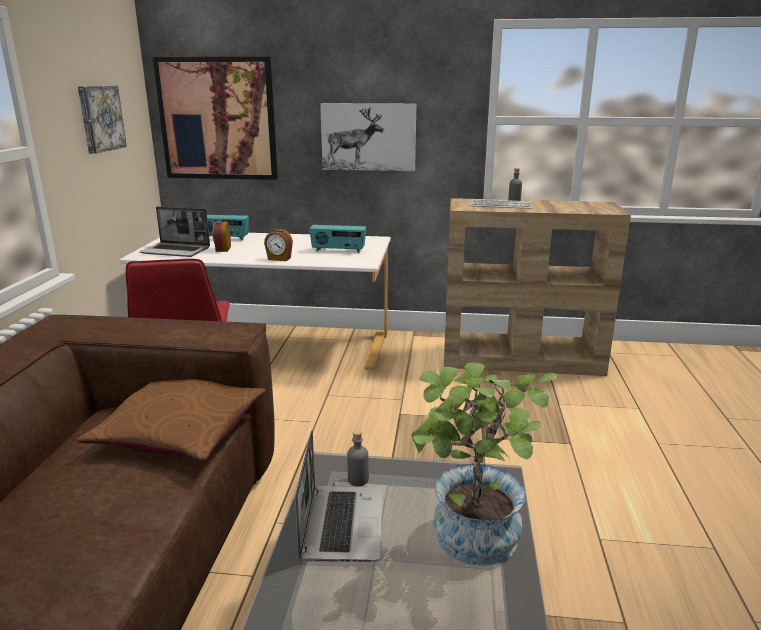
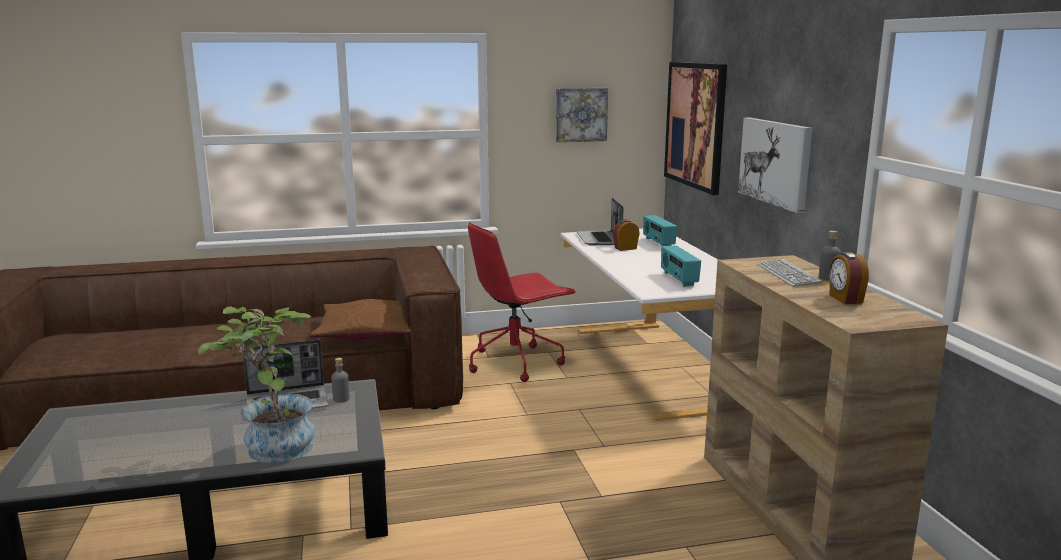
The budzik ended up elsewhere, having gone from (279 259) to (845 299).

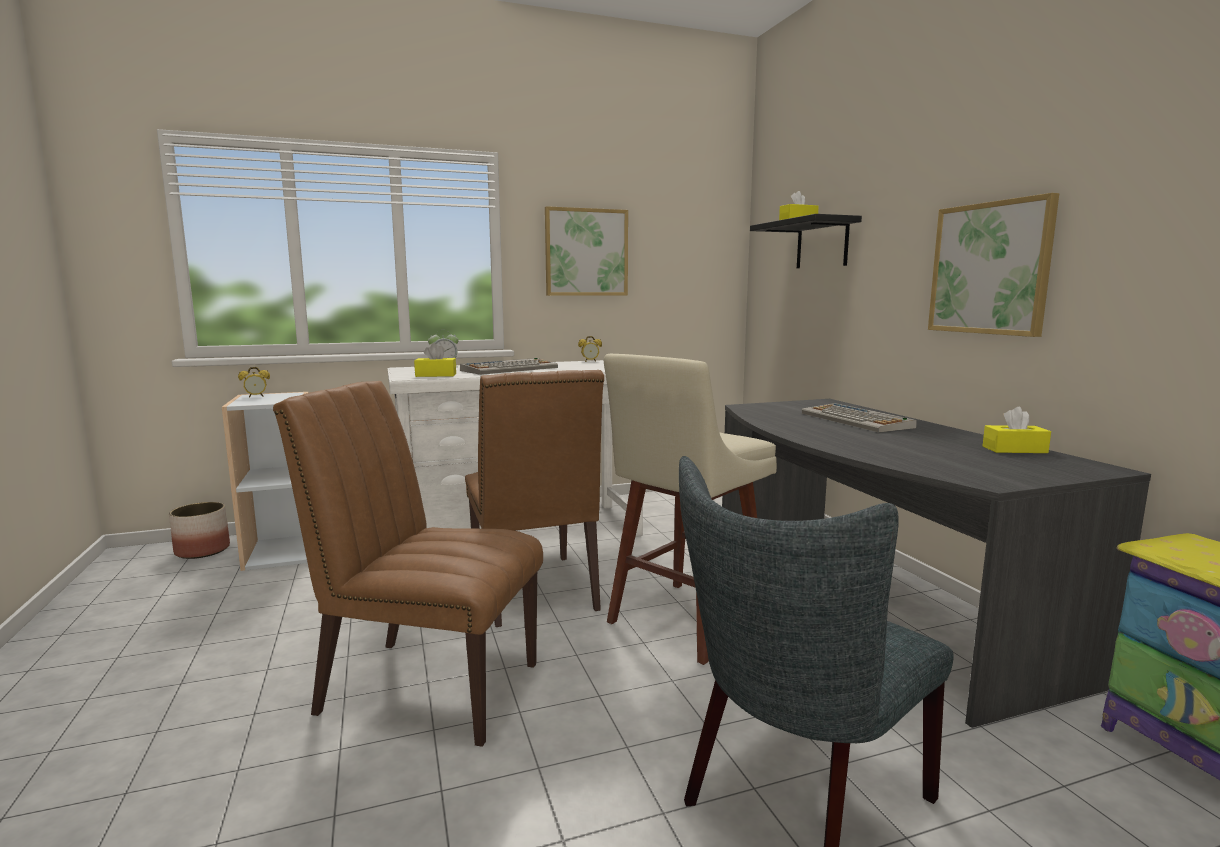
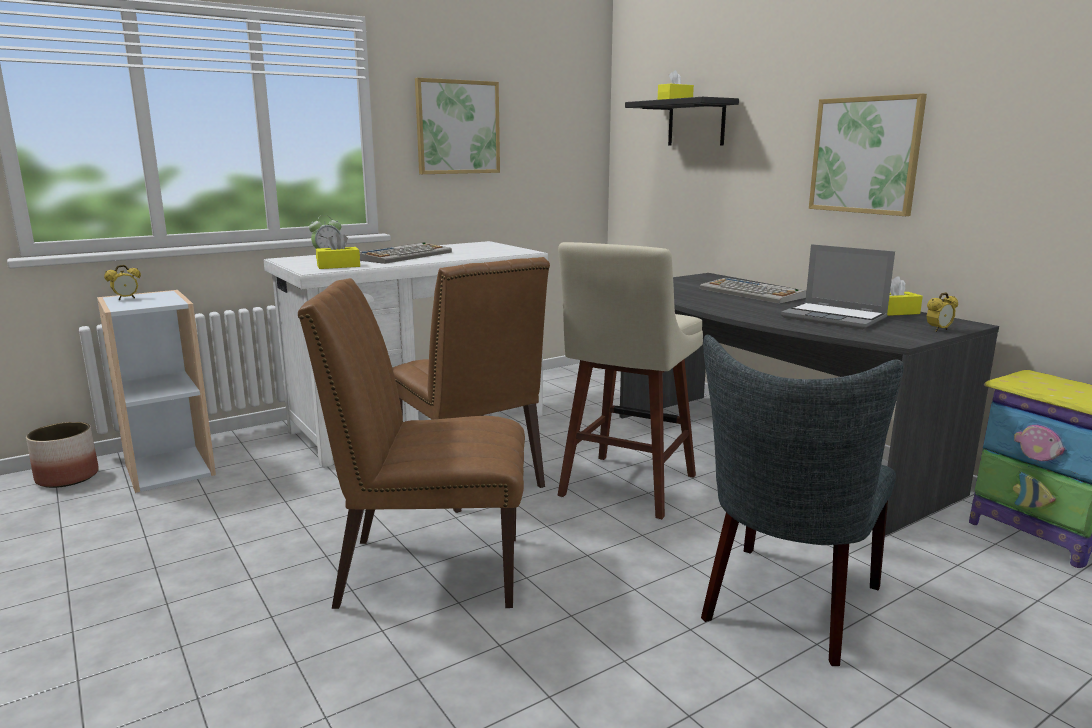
The budzik ended up elsewhere, having gone from (590 361) to (938 330). The second view gained the laptop at (835 318).

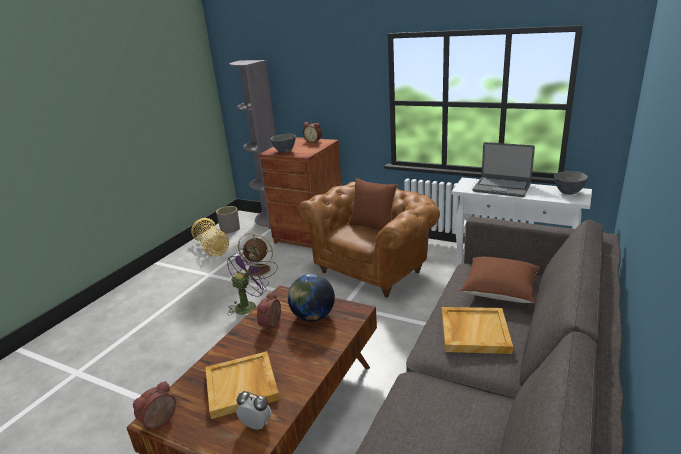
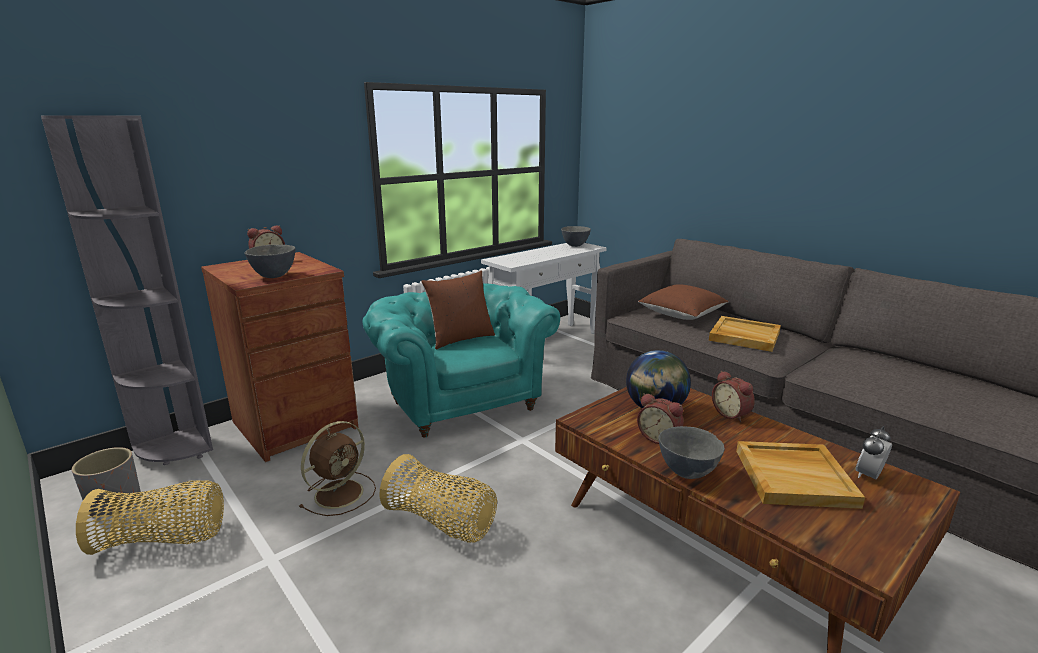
The second view lost the laptop at (502 187). What was the fotel (brązowy) at (375 268) turned into the fotel (turkusowy) at (460 401). Where the wentylator (fioletowy) stood at (248 305), the koszyk came to stand at (442 523). The budzik ended up elsewhere, having gone from (160 422) to (732 414). The second view gained the miska (szary) at (687 472).

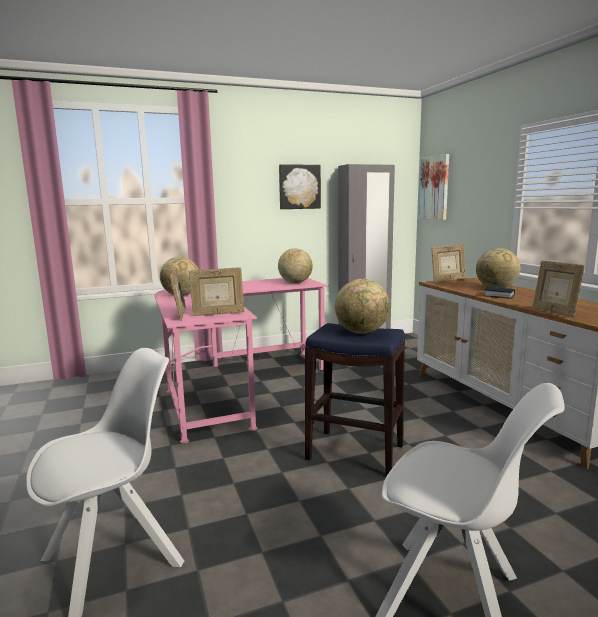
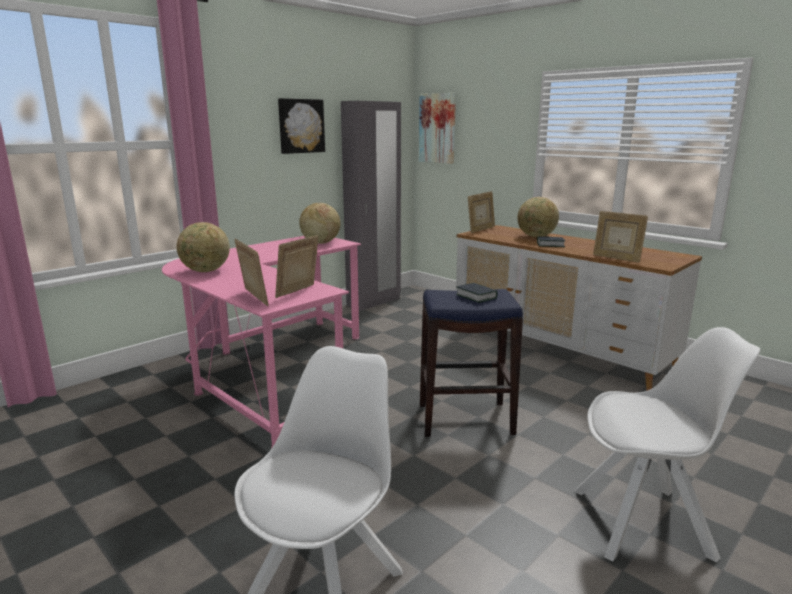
The ramka na zdjęcie at (218 314) ended up facing another way, 150 degrees clockwise from before. Where the globus stood at (362 332), the książka came to stand at (476 296).

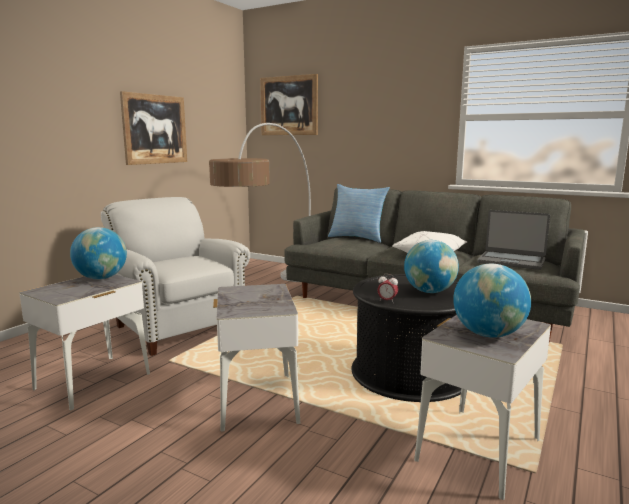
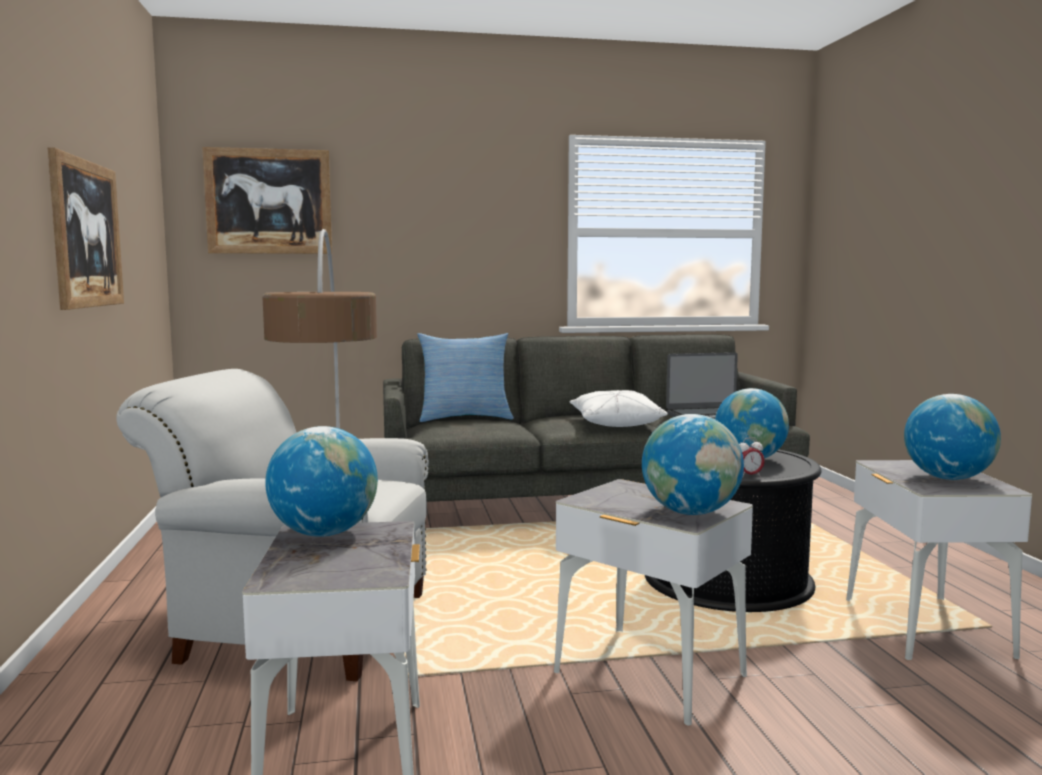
The second view gained the globus at (690 513).

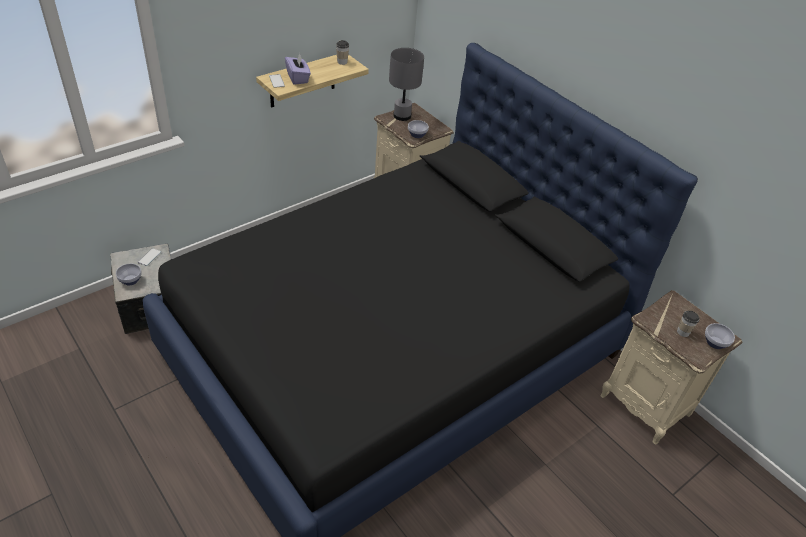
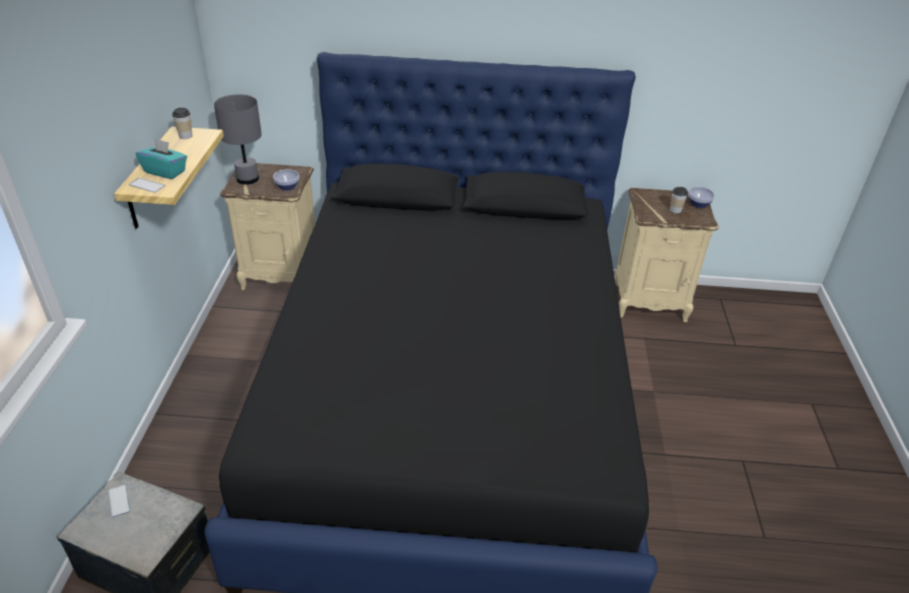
What was the pudełko chusteczek (fioletowy) at (298 78) turned into the pudełko chusteczek (turkusowy) at (165 171). The second view lost the miska at (131 280).

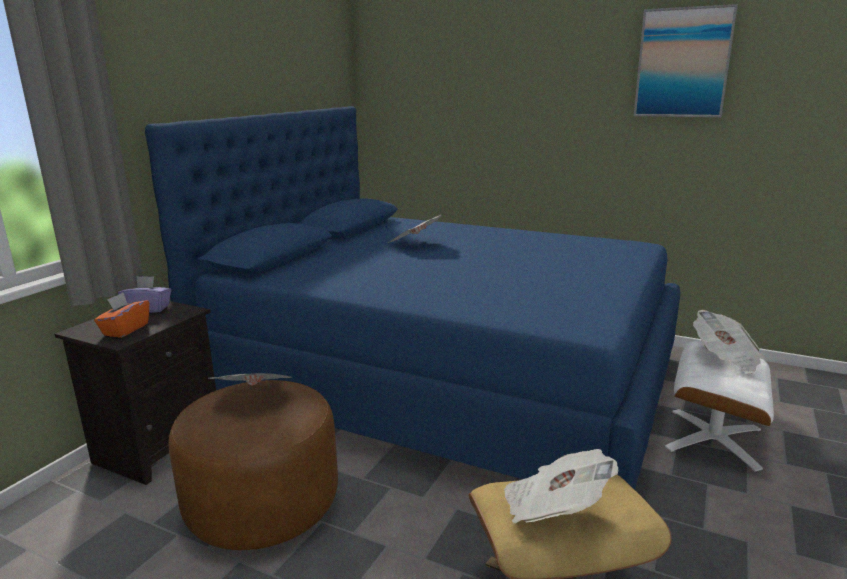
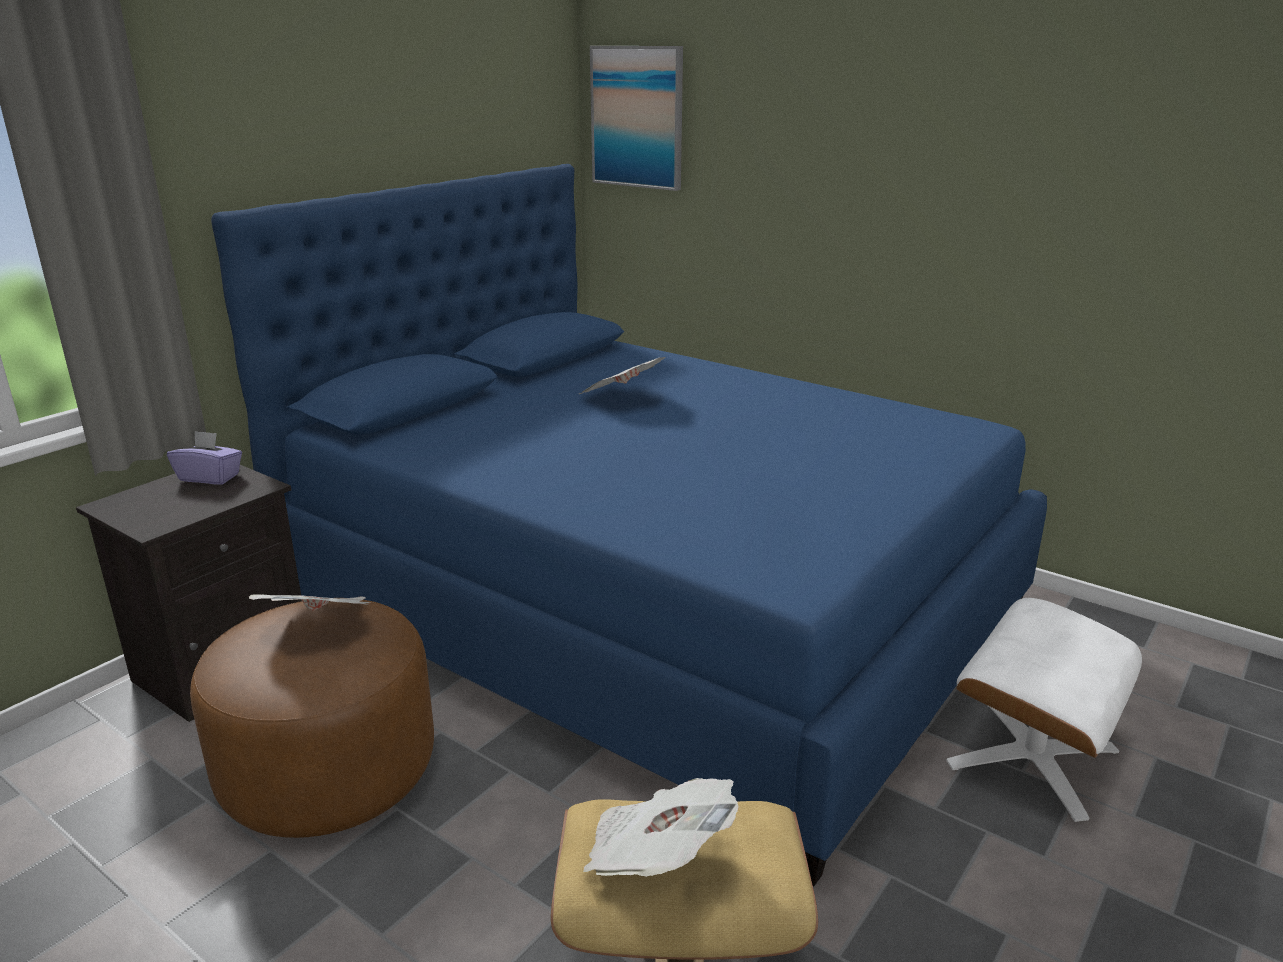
The obraz ended up elsewhere, having gone from (683 63) to (637 117). The second view lost the pudełko chusteczek (pomarańczowy) at (125 330). The second view lost the gazeta at (726 358).

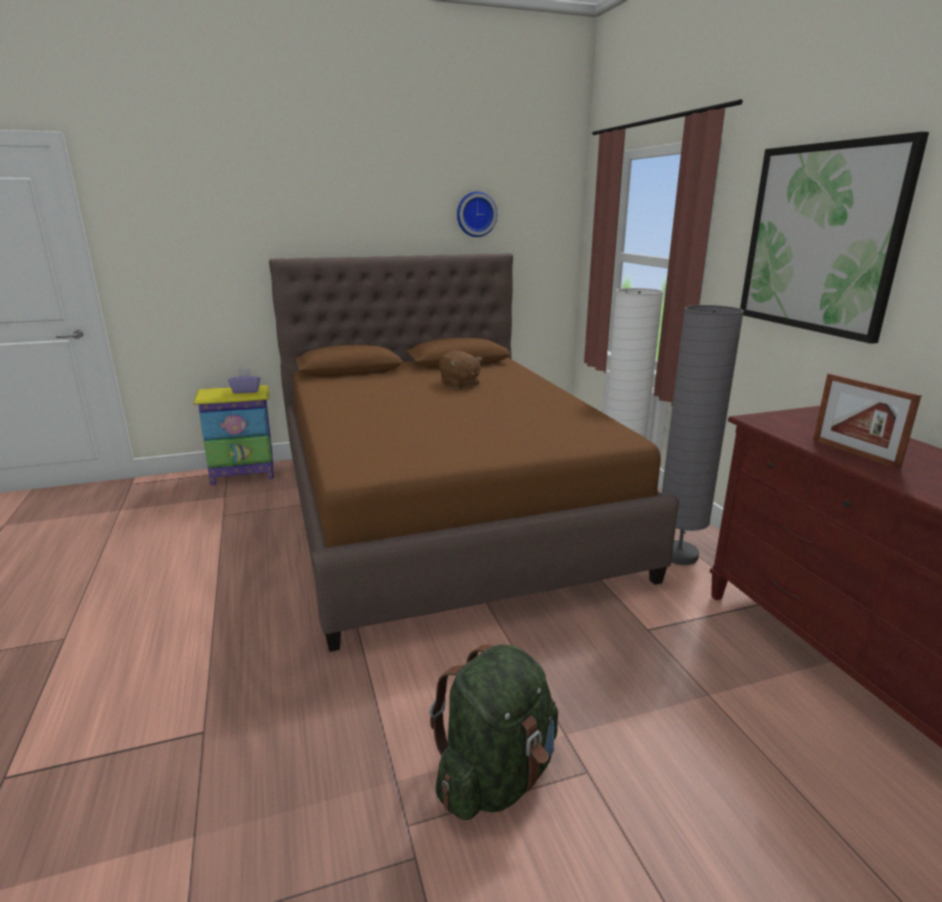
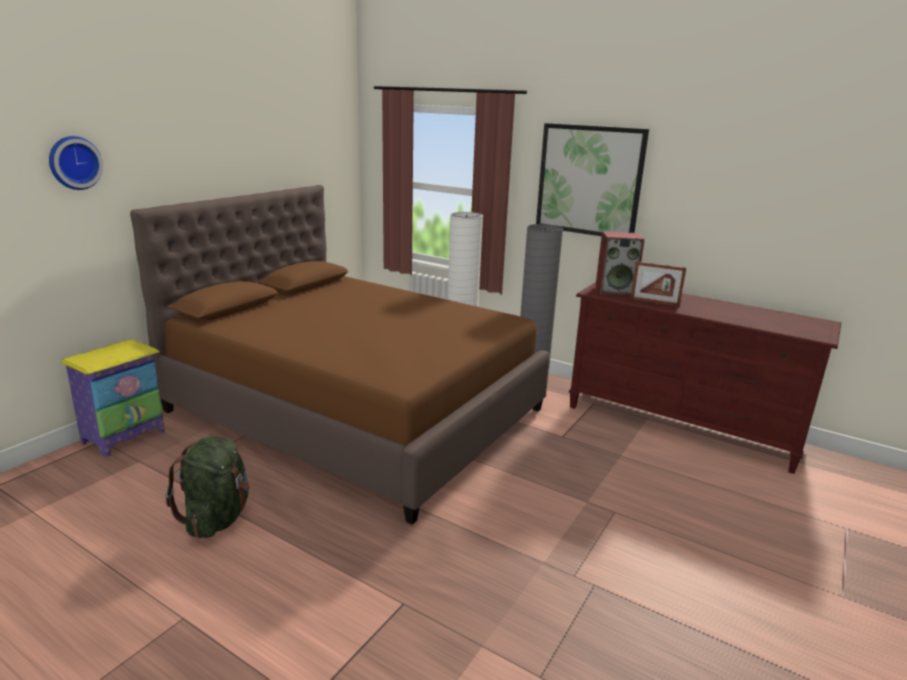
The zegar ścienny ended up elsewhere, having gone from (475 214) to (74 162). The second view lost the pluszak (brązowy) at (459 384). The second view lost the pudełko chusteczek (fioletowy) at (246 391). The plecak (zielony) ended up elsewhere, having gone from (496 776) to (217 518). The second view gained the głośnik at (615 290).

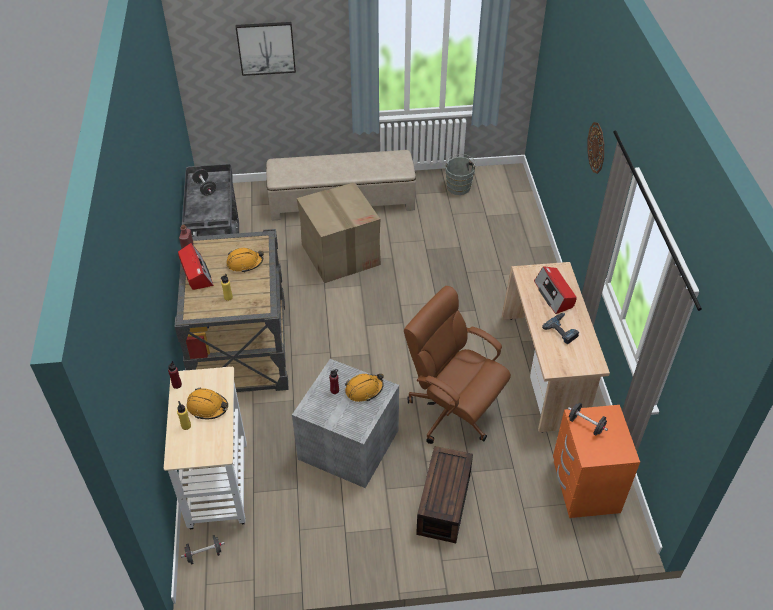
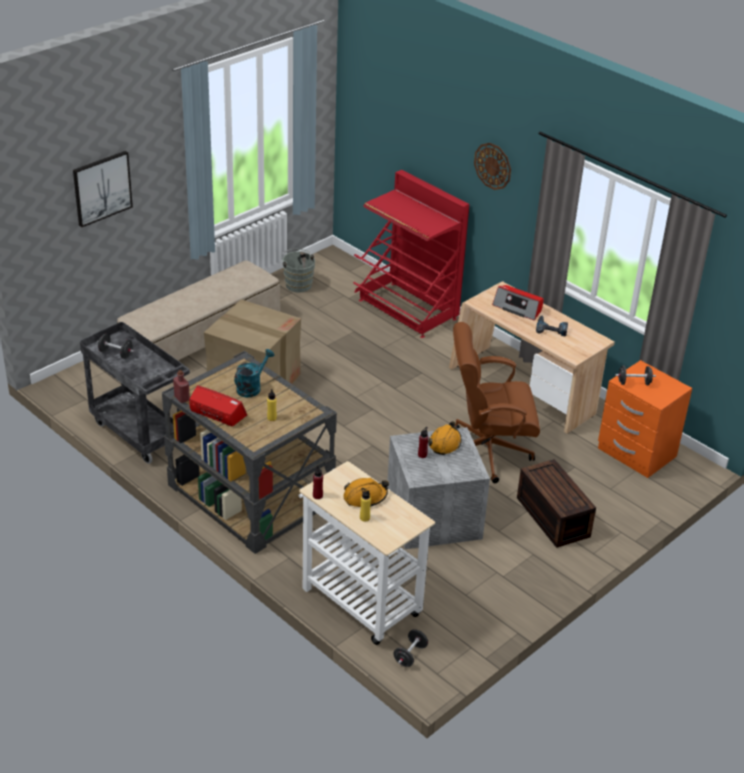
Where the kask (pomarańczowy) stood at (245 263), the konewka (turkusowy) came to stand at (252 387). The second view gained the regał na buty (czerwony) at (404 311).

